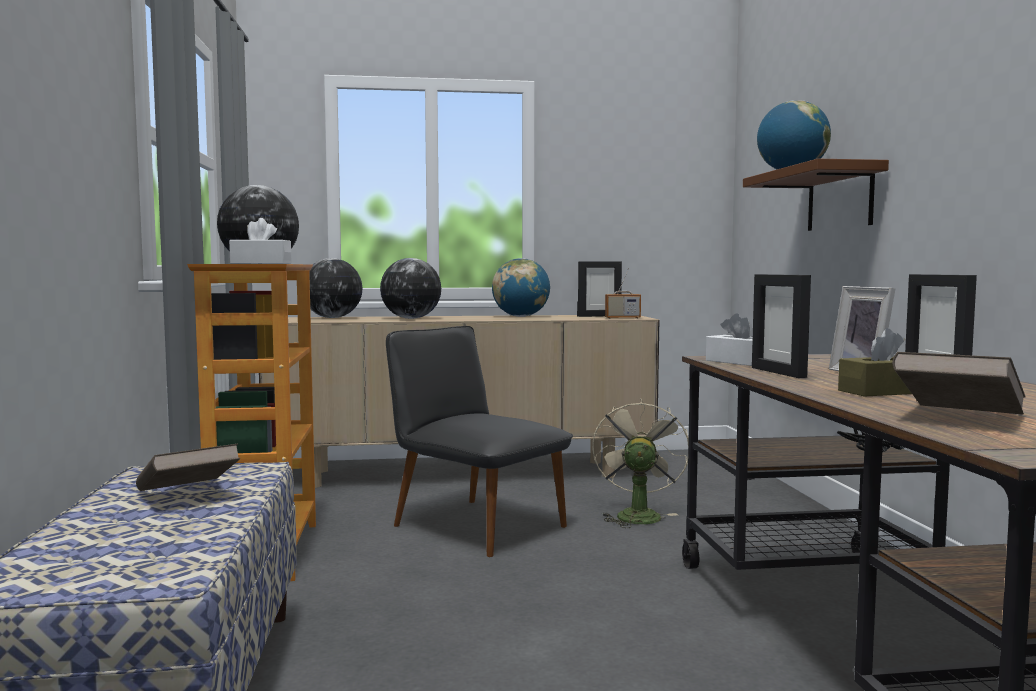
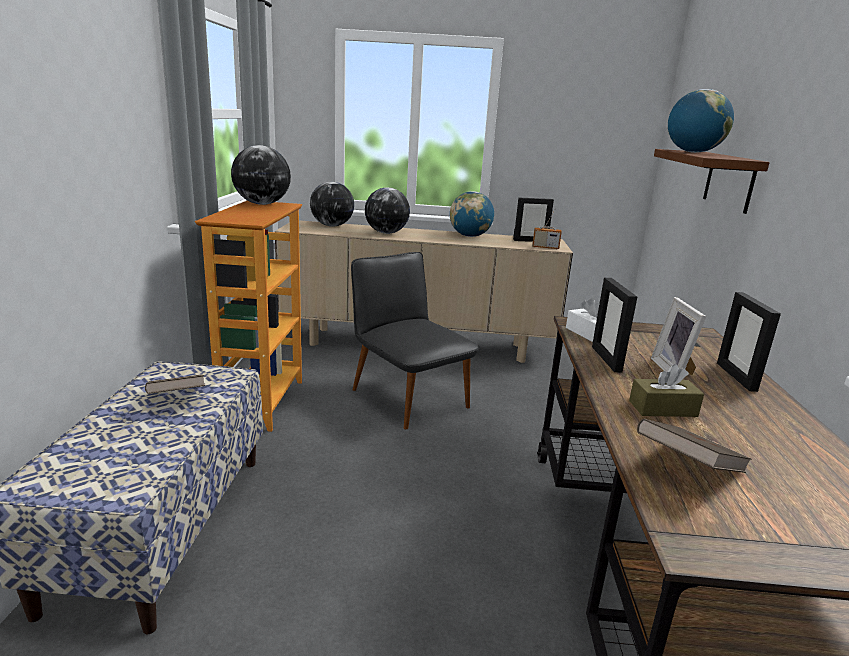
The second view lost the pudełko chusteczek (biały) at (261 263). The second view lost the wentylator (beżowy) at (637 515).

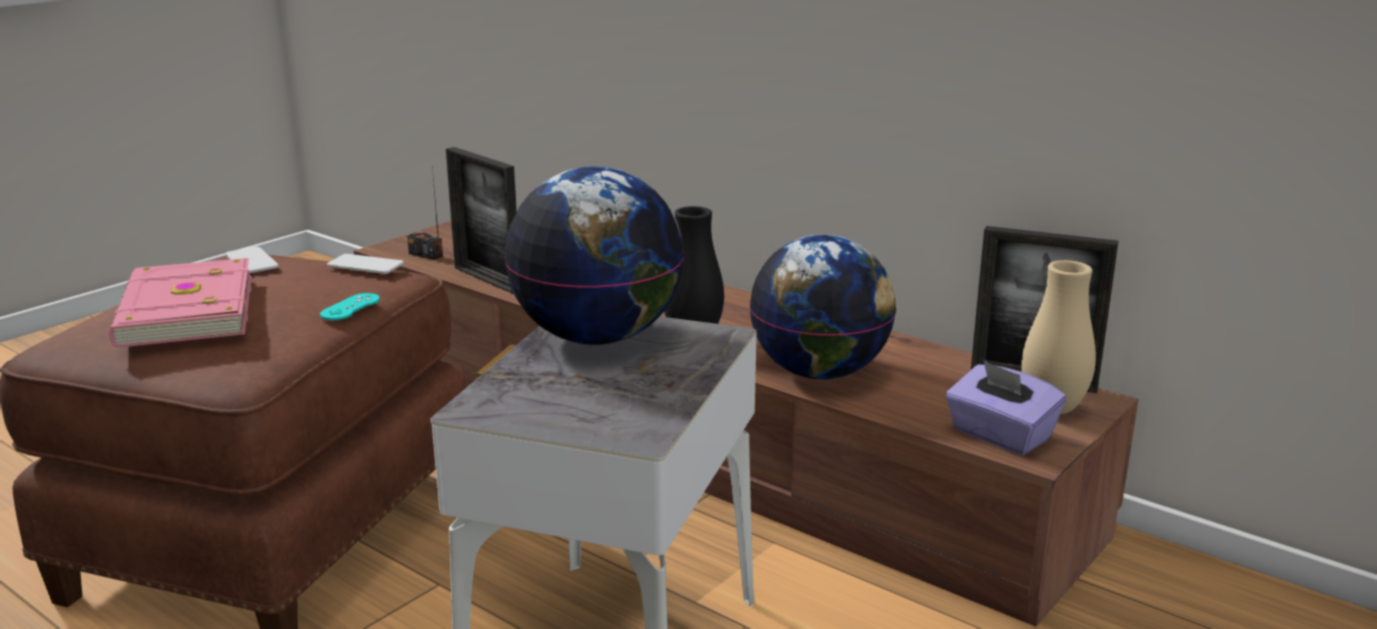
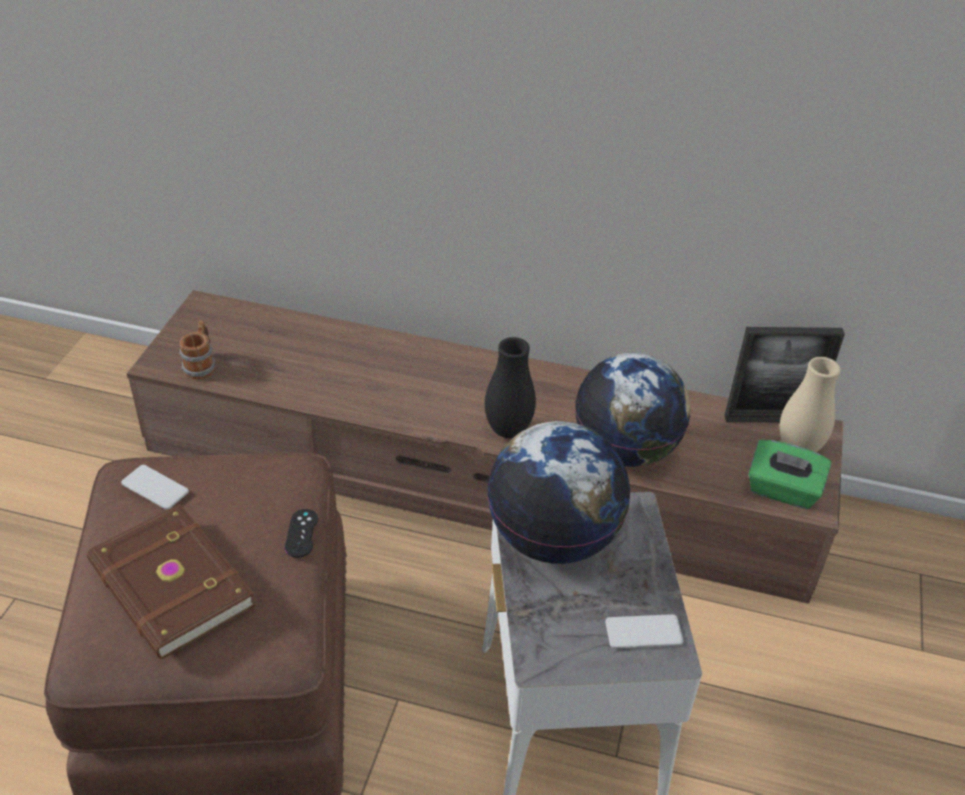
The second view lost the ramka na zdjęcie at (487 279). Where the radio stood at (426 255), the kubek came to stand at (201 365). The telefon ended up elsewhere, having gone from (365 265) to (643 632). What was the książka (różowy) at (183 311) turned into the książka (brązowy) at (169 587). What was the pad do gier (turkusowy) at (350 307) turned into the pad do gier (czarny) at (301 533). What was the pudełko chusteczek (fioletowy) at (999 436) turned into the pudełko chusteczek (zielony) at (782 491).

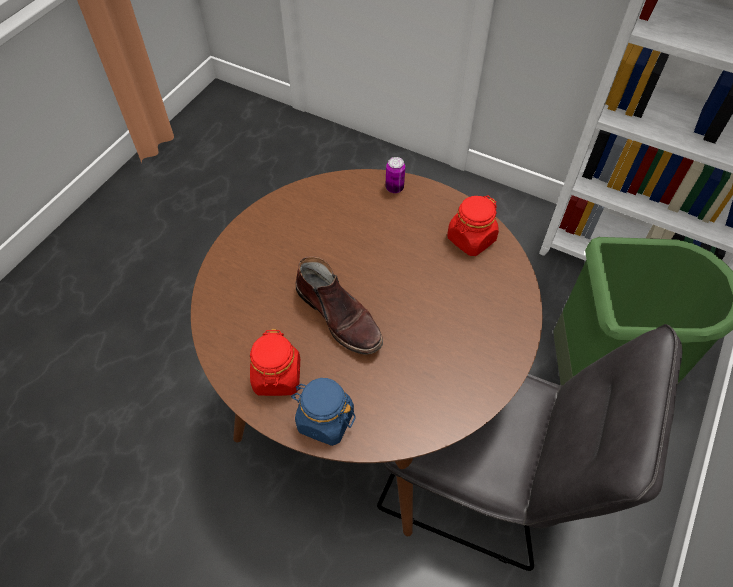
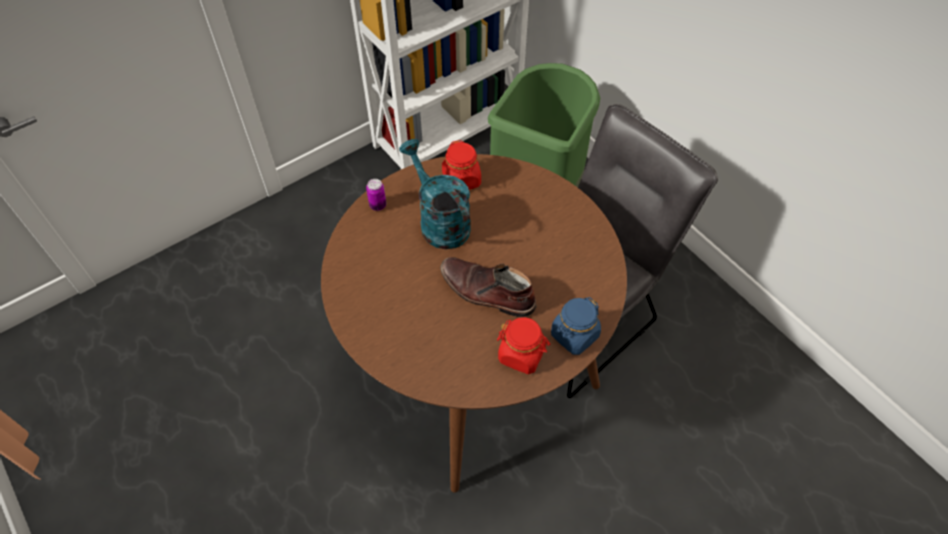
The but z cholewką (brązowy) at (340 316) ended up facing another way, 135 degrees counterclockwise from before. The second view gained the konewka (turkusowy) at (439 221).

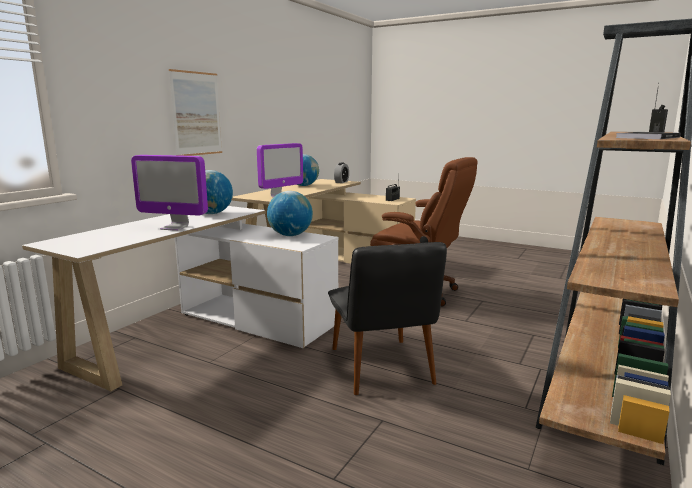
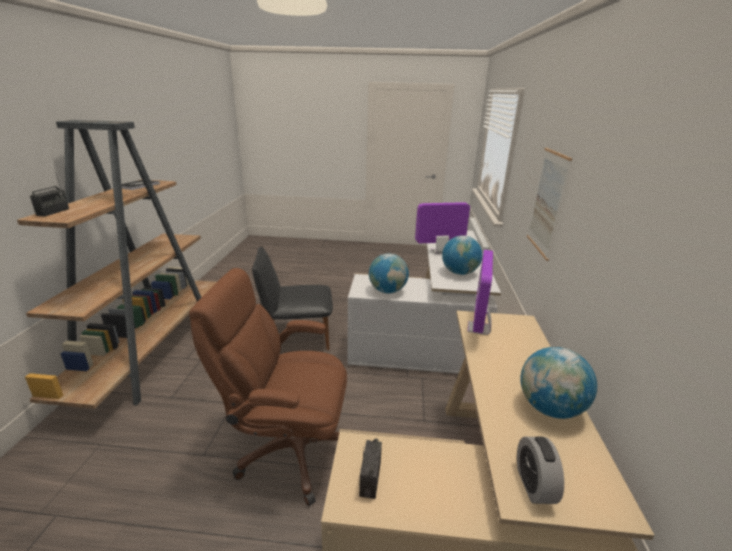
The krzesło (czarny) at (381 365) ended up facing another way, 60 degrees counterclockwise from before.

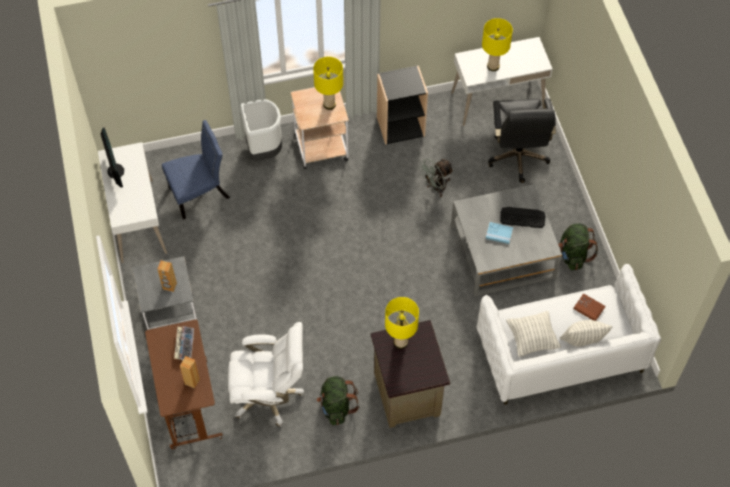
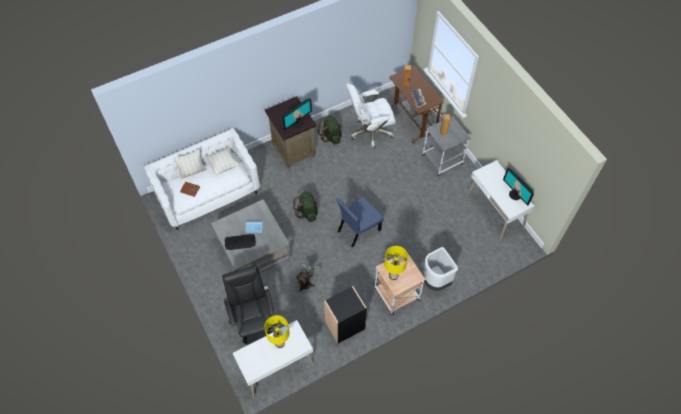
The krzesło (niebieski) ended up elsewhere, having gone from (198 194) to (359 229). The plecak (zielony) ended up elsewhere, having gone from (573 255) to (307 212). Where the lampa stołowa (żółty) stood at (400 342), the monitor came to stand at (297 123).

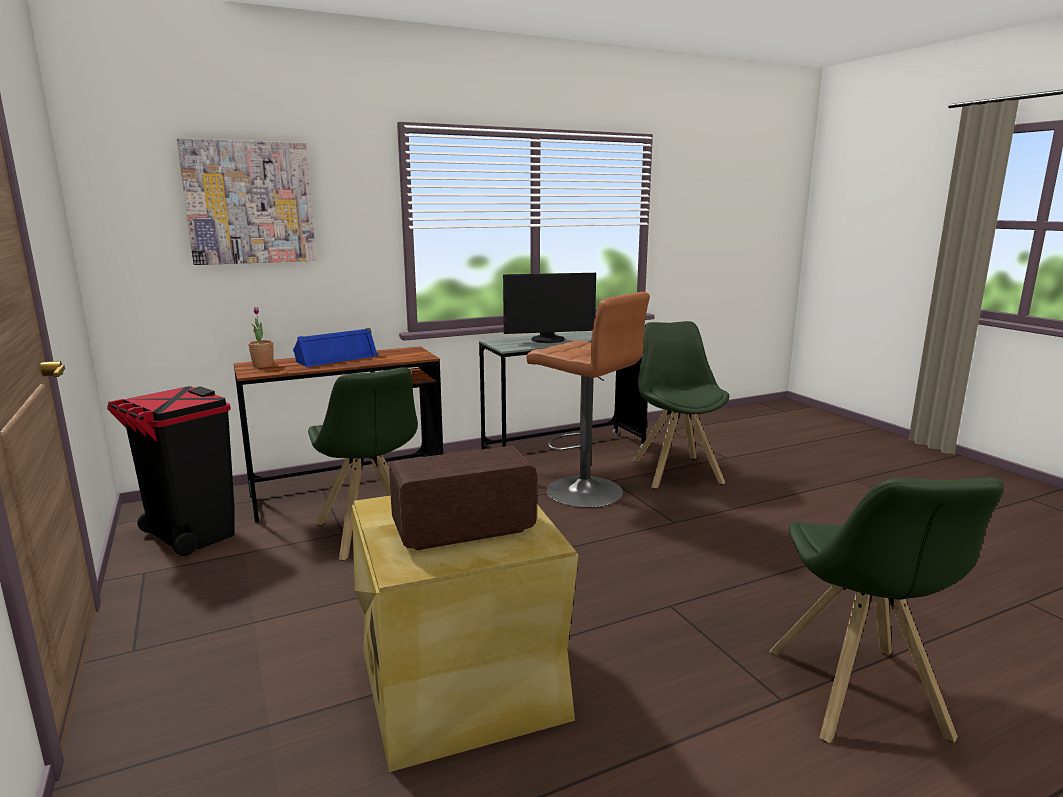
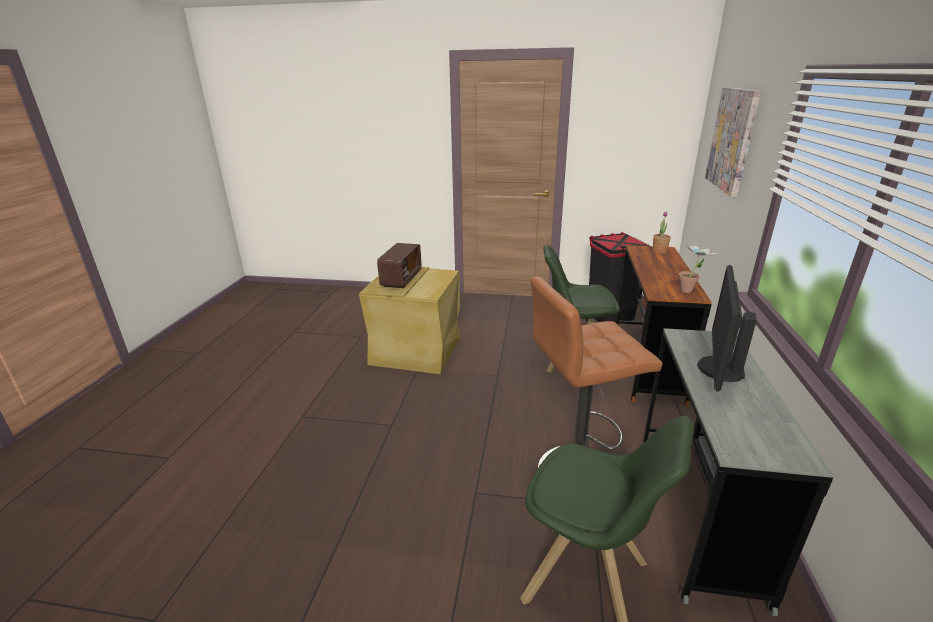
The second view lost the głośnik (niebieski) at (336 358). The second view lost the krzesło (zielony) at (857 693). The second view gained the roślina doniczkowa at (690 290).

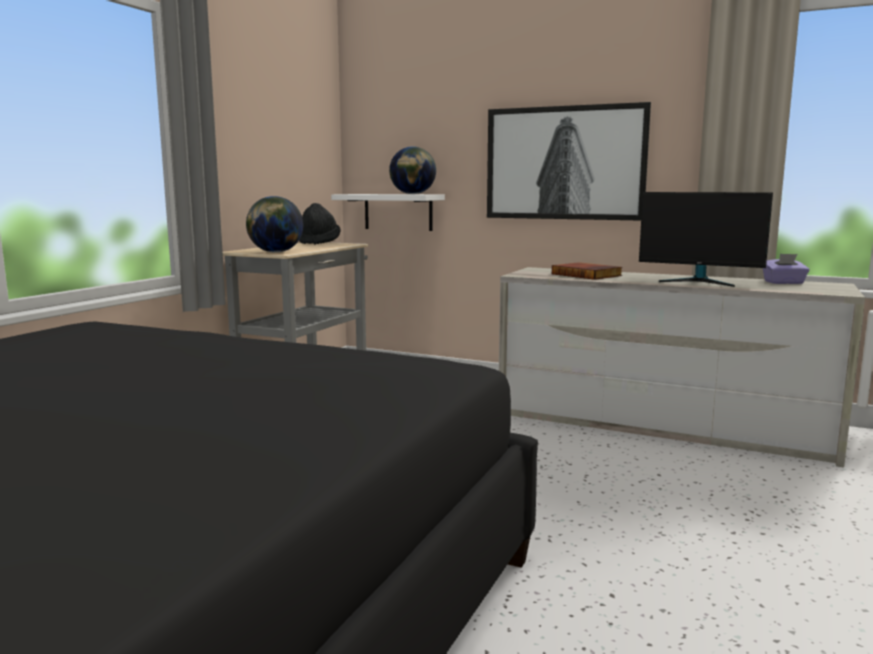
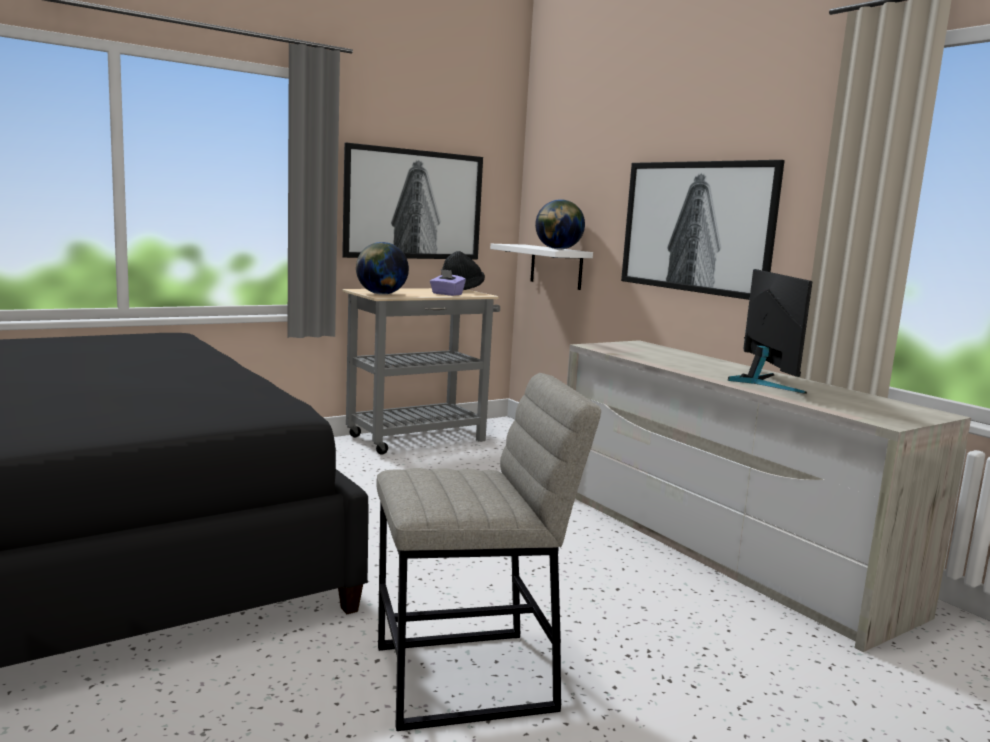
The monitor at (699 281) ended up facing another way, 150 degrees counterclockwise from before. The pudełko chusteczek (fioletowy) ended up elsewhere, having gone from (784 283) to (446 294). The second view lost the książka at (587 275). The second view gained the obraz at (413 204). The second view gained the krzesło (szary) at (469 677).

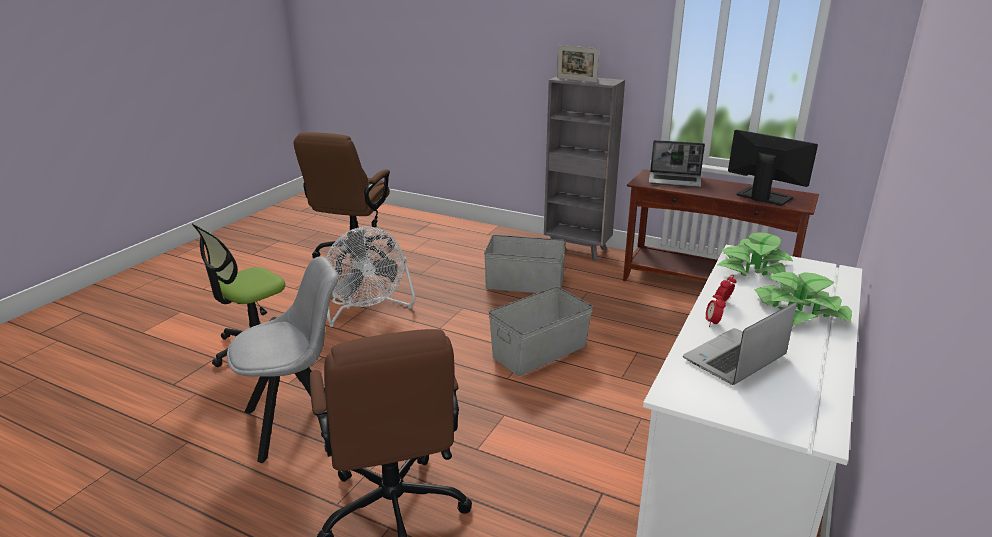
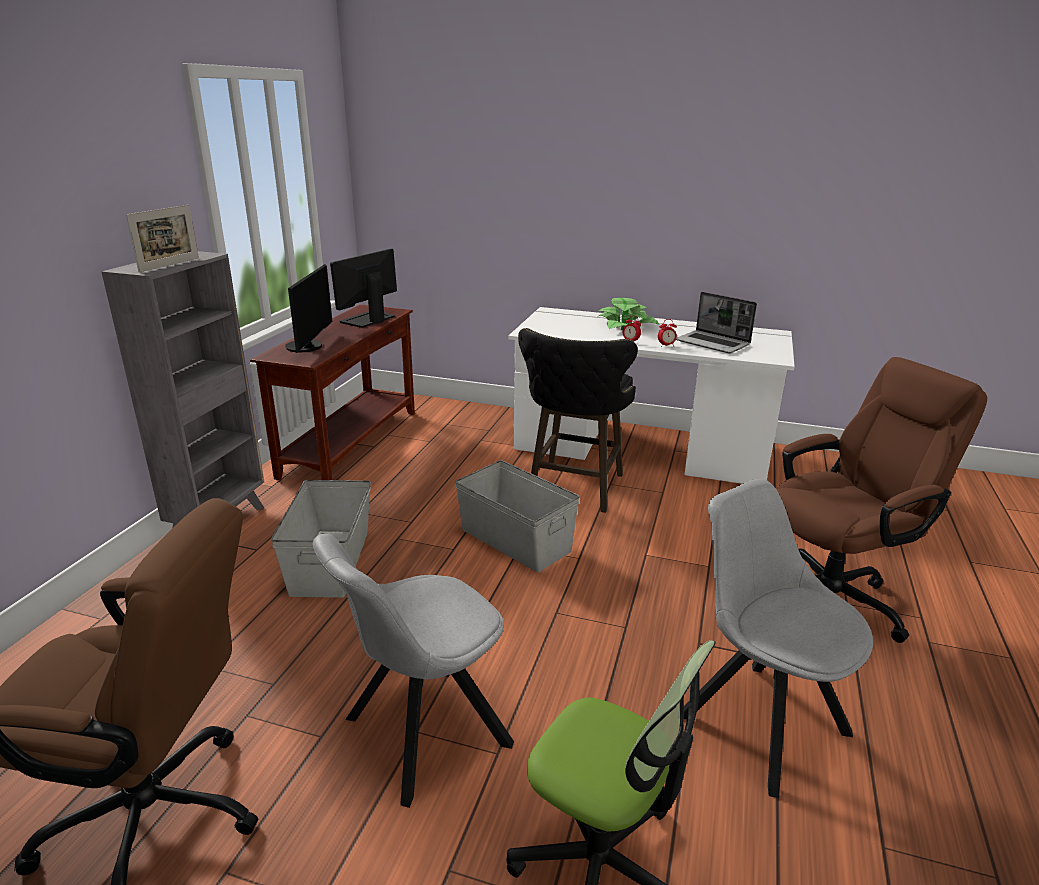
Where the laptop stood at (675 181), the monitor came to stand at (308 346). Where the wentylator (biały) stood at (363 310), the krzesło (szary) came to stand at (423 733). The second view lost the roślina doniczkowa at (753 268). The second view gained the stołek (czarny) at (574 489).

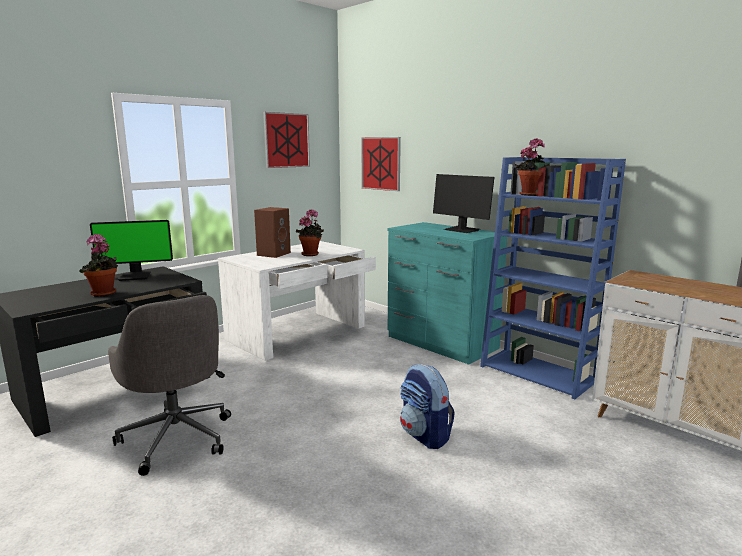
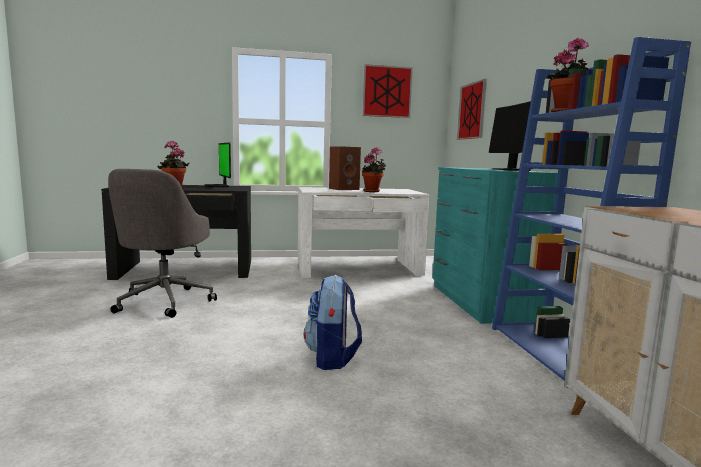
The monitor at (135 276) ended up facing another way, 45 degrees clockwise from before.

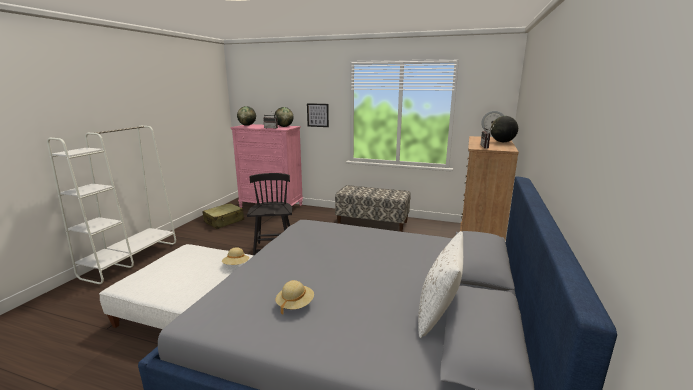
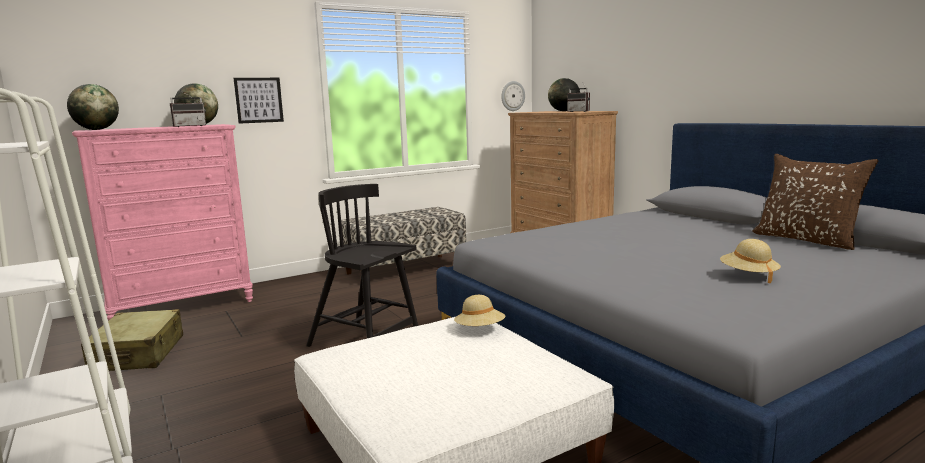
What was the poduszka (biały) at (438 313) turned into the poduszka (brązowy) at (806 240).

